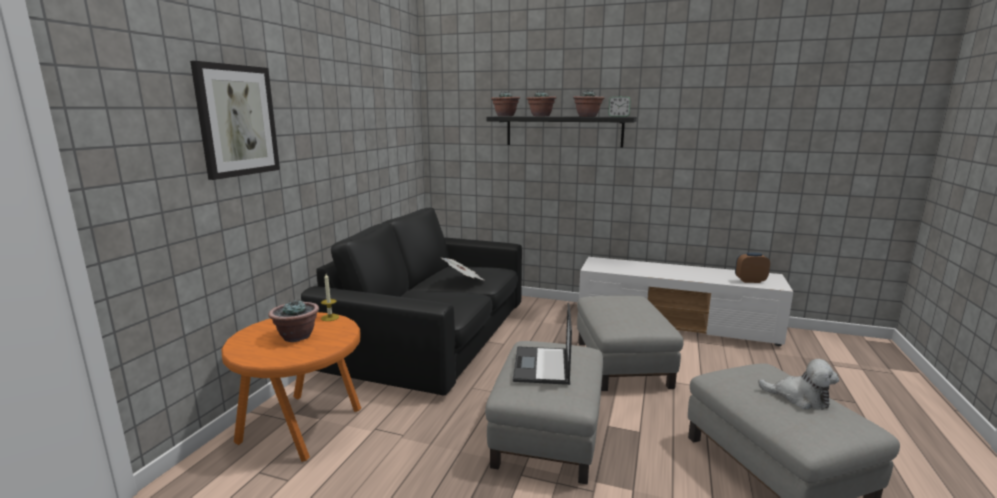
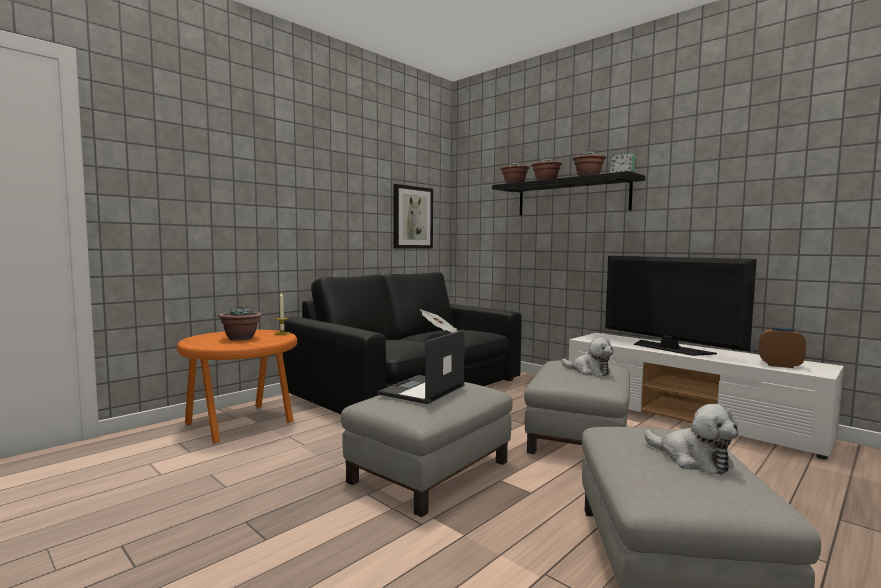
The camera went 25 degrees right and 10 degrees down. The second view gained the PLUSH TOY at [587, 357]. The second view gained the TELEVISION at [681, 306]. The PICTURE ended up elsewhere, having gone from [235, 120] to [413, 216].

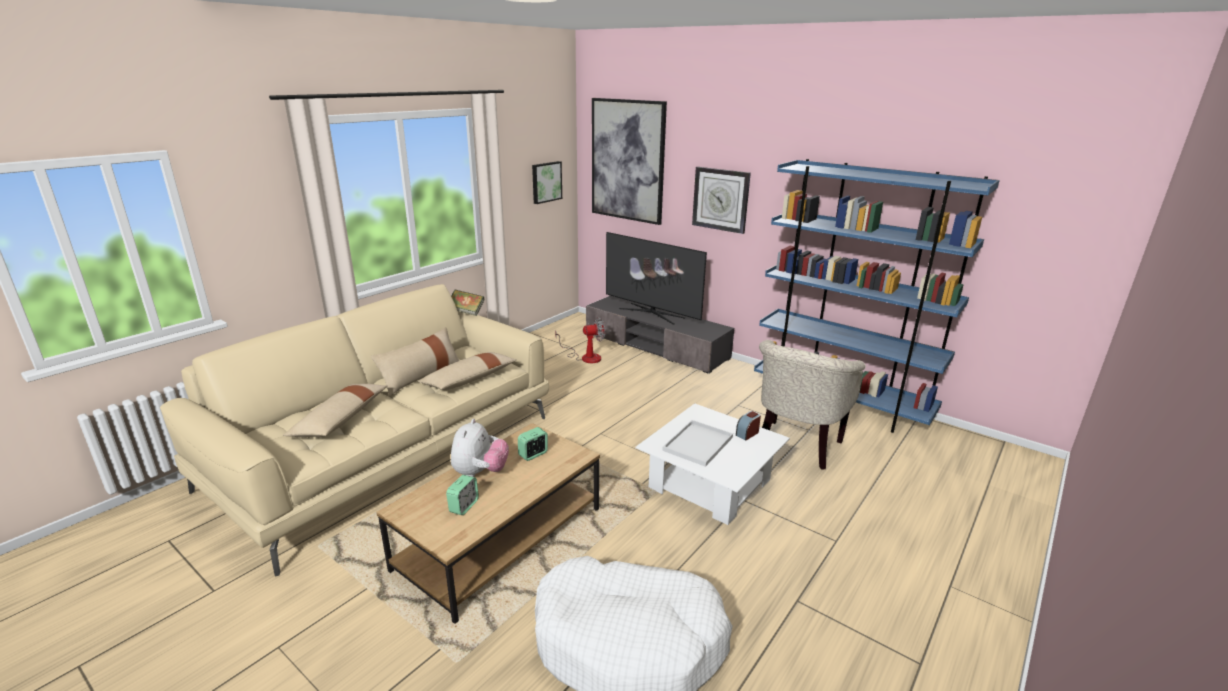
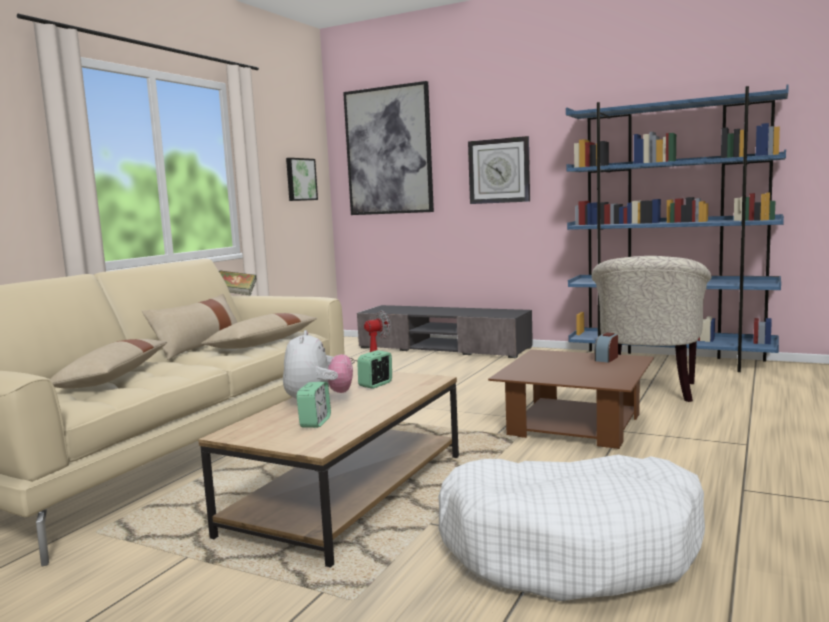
The camera went 10 degrees left and 15 degrees down. The second view lost the TELEVISION at [656, 278]. The second view lost the WHITE TRAY at [697, 443]. What was the WHITE COFFEE TABLE at [712, 464] turned into the BROWN COFFEE TABLE at [571, 399].

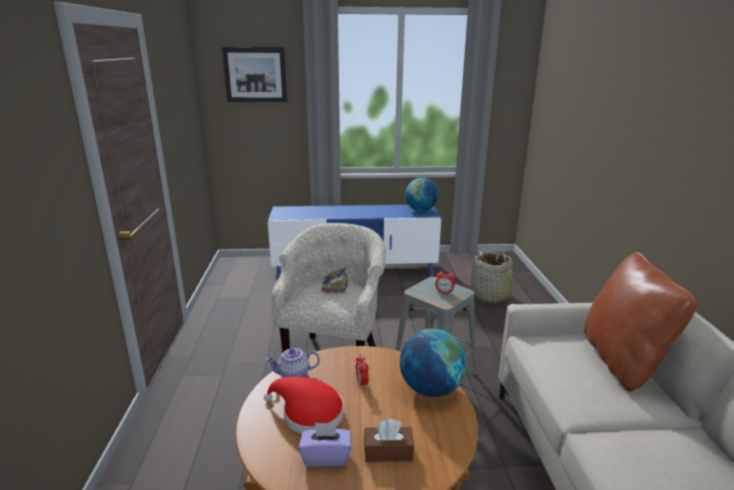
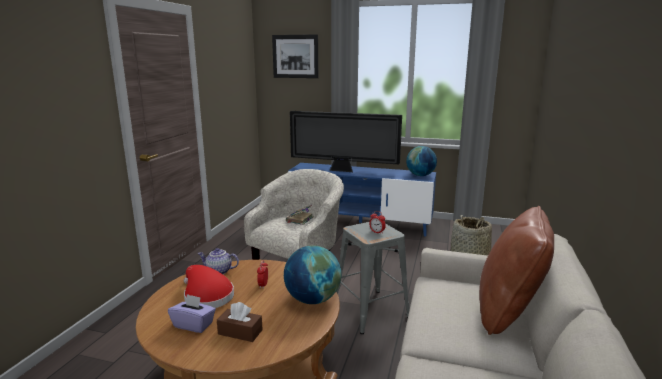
The camera went 20 degrees right and 5 degrees down. The second view gained the TELEVISION at [346, 141].

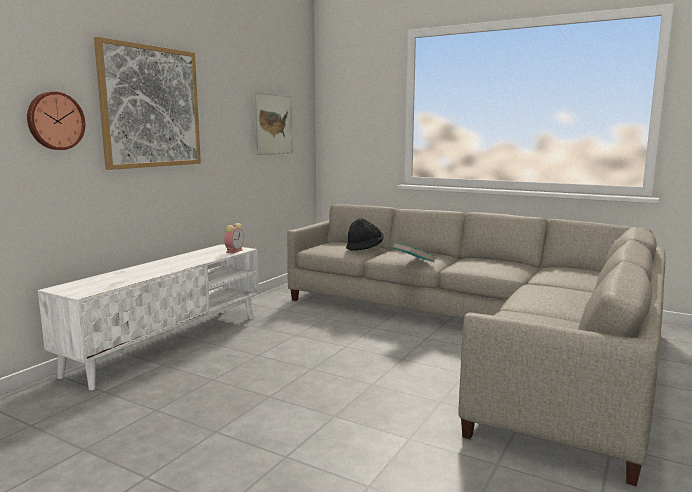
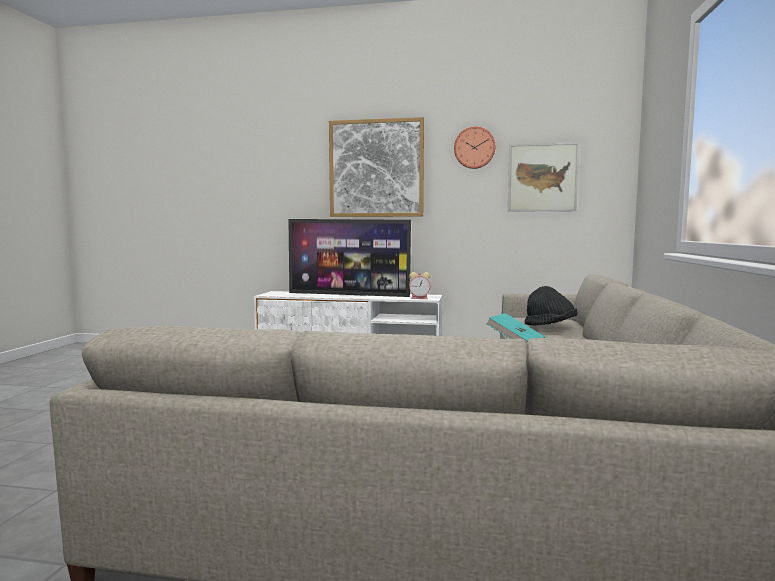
The camera went 70 degrees right and 5 degrees down. The second view gained the TELEVISION at [349, 258]. The WALL CLOCK ended up elsewhere, having gone from [56, 121] to [474, 147].

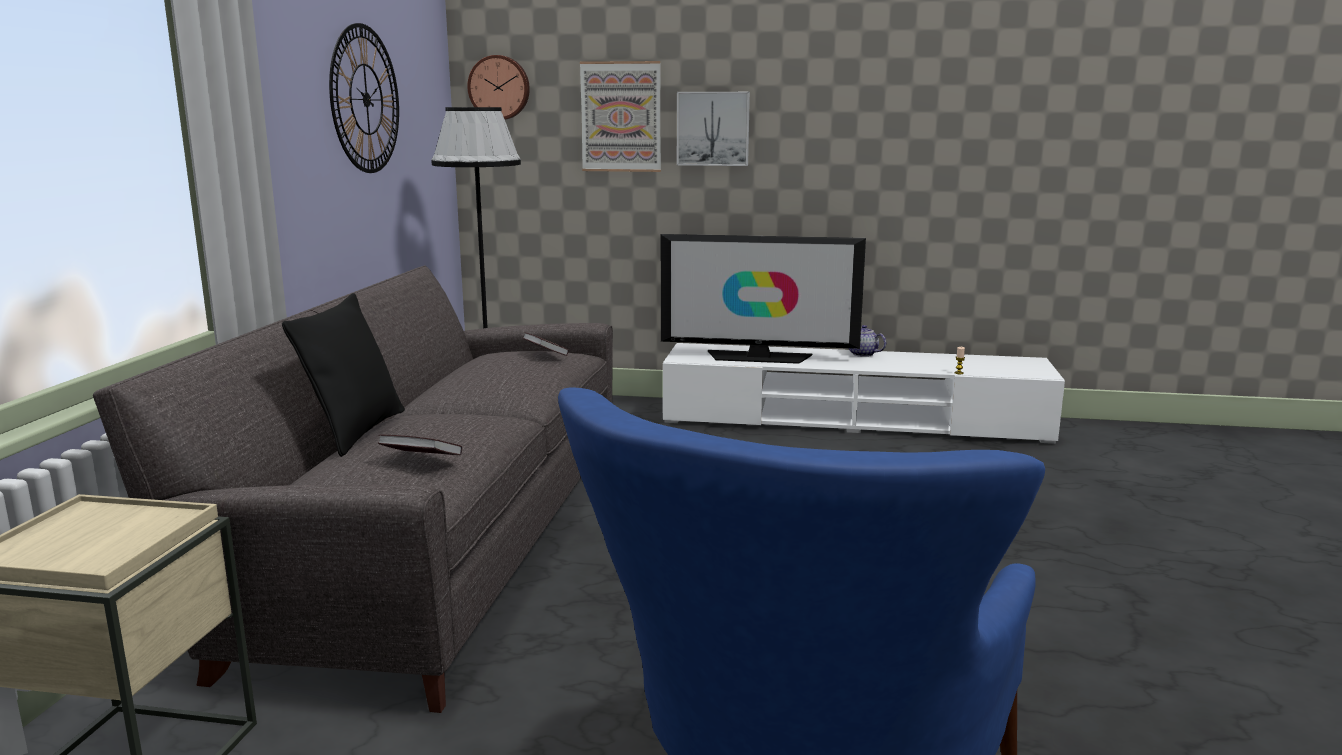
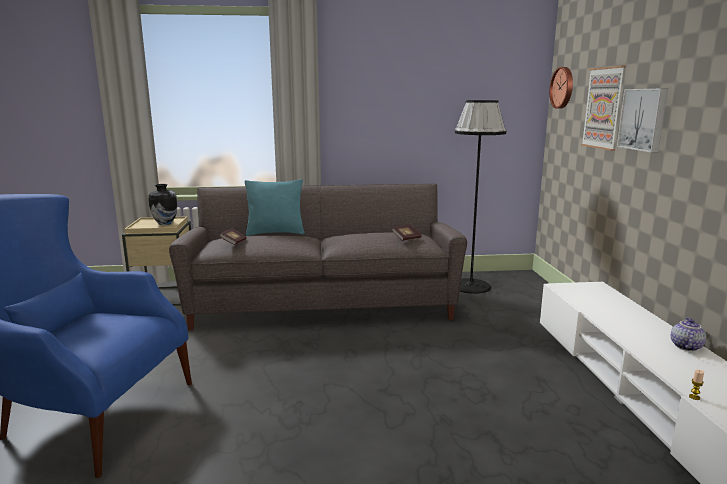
The camera went 75 degrees right and 0 degrees up. The second view lost the WALL CLOCK at [364, 98]. The second view lost the TELEVISION at [763, 299]. The second view gained the VASE at [163, 204]. What was the BLACK PILLOW at [343, 375] turned into the TURQUOISE PILLOW at [275, 207].

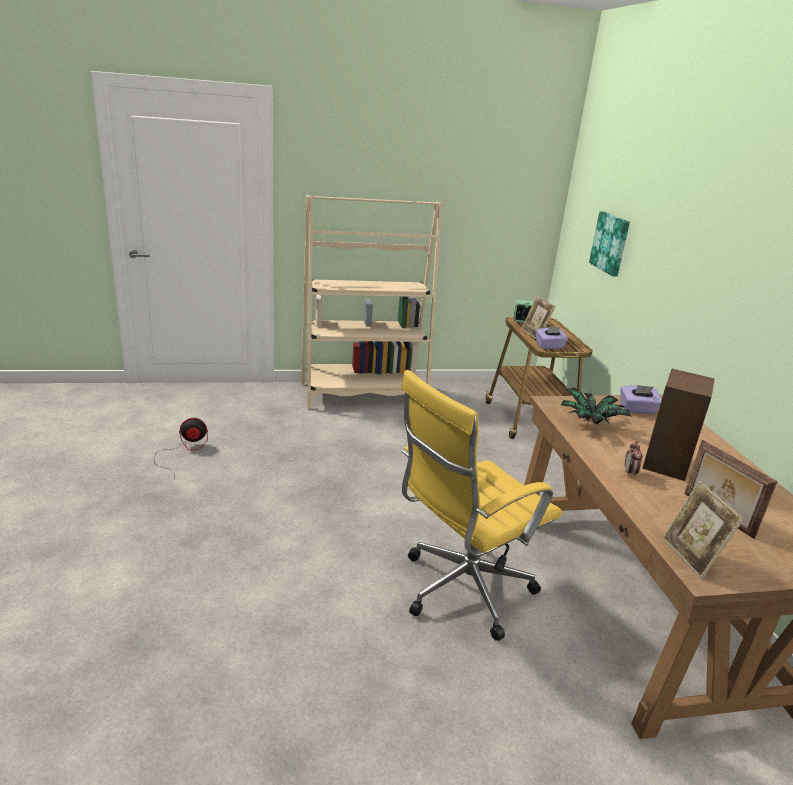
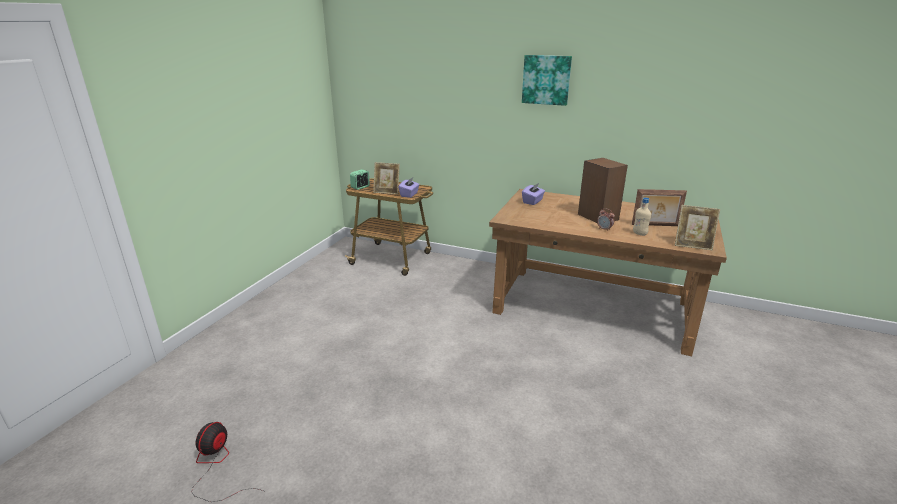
The camera went 55 degrees left and 0 degrees up. The second view lost the BEIGE BOOKCASE at [371, 302]. The second view lost the YELLOW OFFICE CHAIR at [481, 505]. The second view lost the POTTED PLANT at [595, 406]. The second view gained the BEIGE BOTTLE at [642, 217]. The PICTURE ended up elsewhere, having gone from [609, 244] to [547, 80].

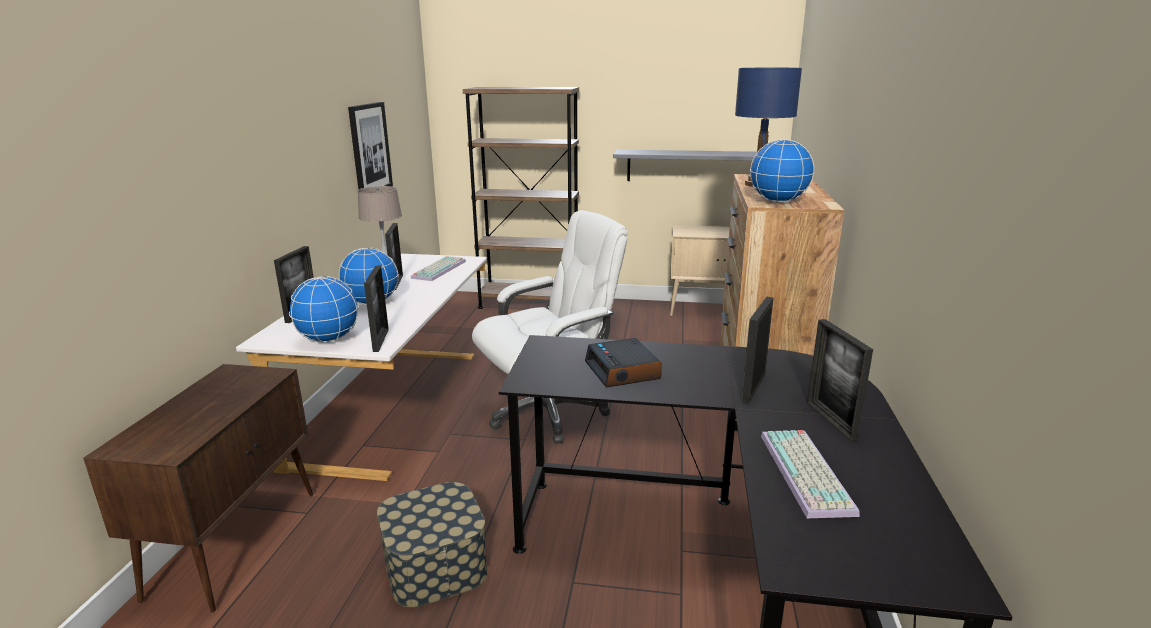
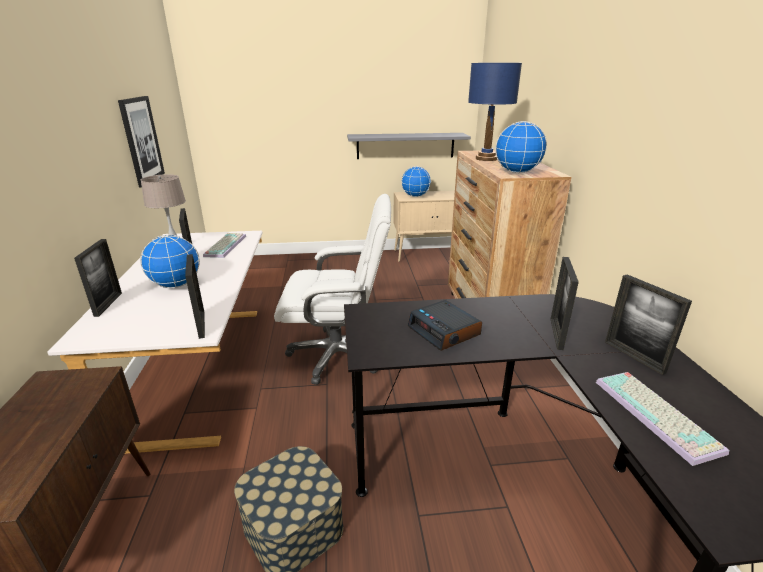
The camera went 15 degrees left and 5 degrees up. The second view lost the BROWN BOOKCASE at [521, 198]. The GLOBE ended up elsewhere, having gone from [324, 309] to [416, 181]. The WHITE OFFICE CHAIR at [550, 327] ended up facing another way, 45 degrees clockwise from before.

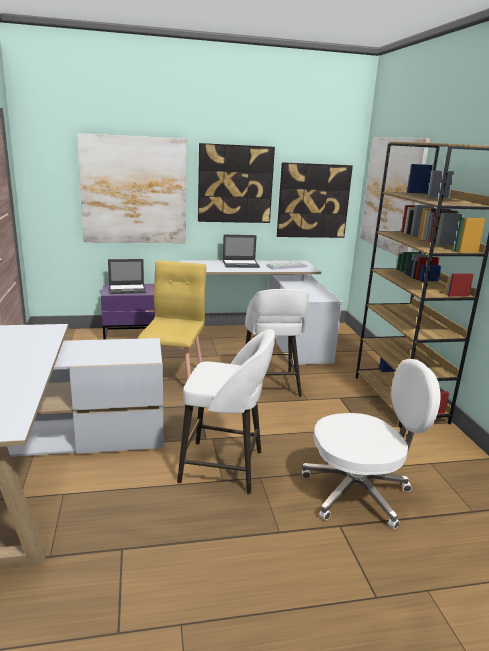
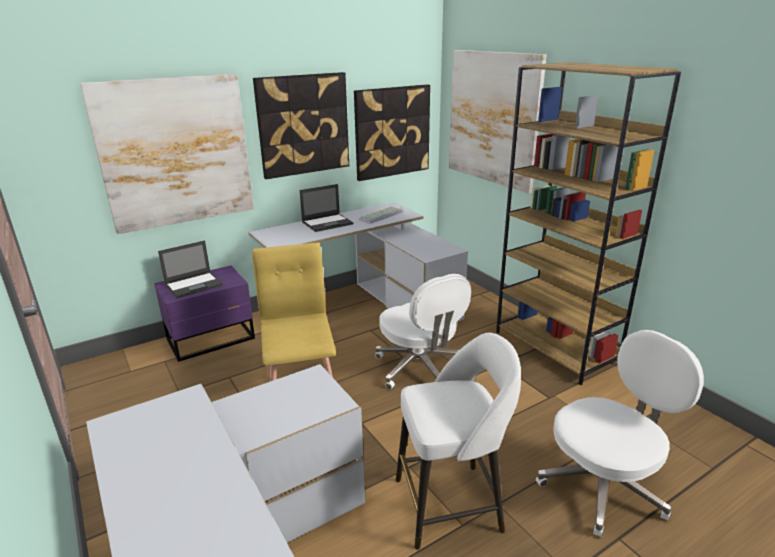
The camera went 20 degrees left and 5 degrees up. Where the WHITE STOOL stood at [277, 343], the WHITE OFFICE CHAIR came to stand at [423, 332].

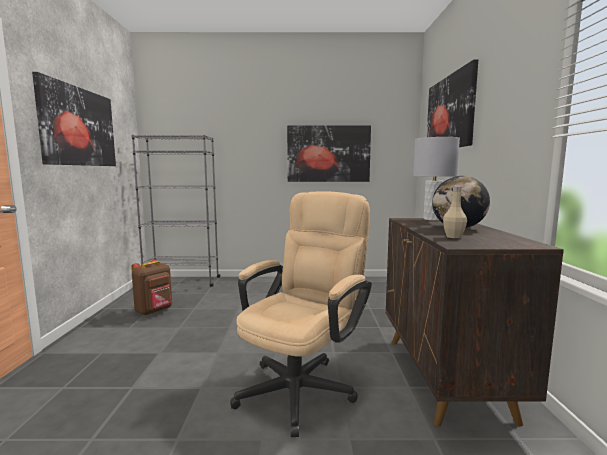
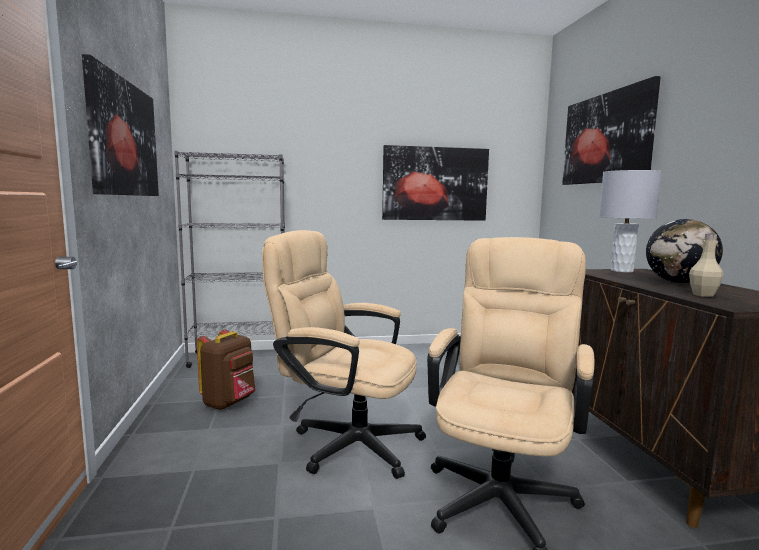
The camera went 10 degrees left and 0 degrees up. The second view gained the BEIGE OFFICE CHAIR at [344, 354].

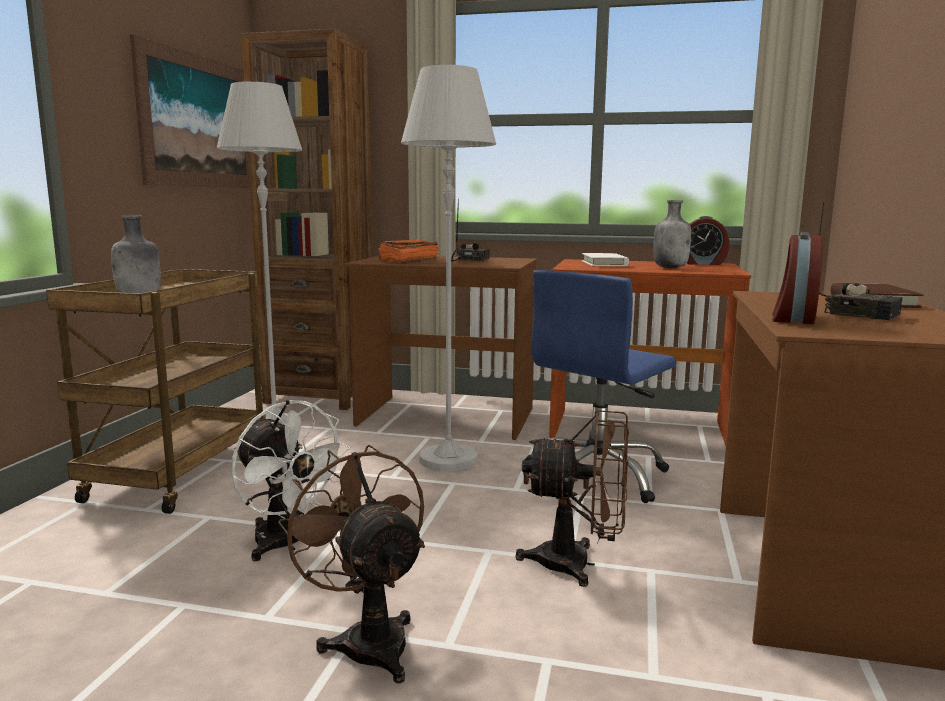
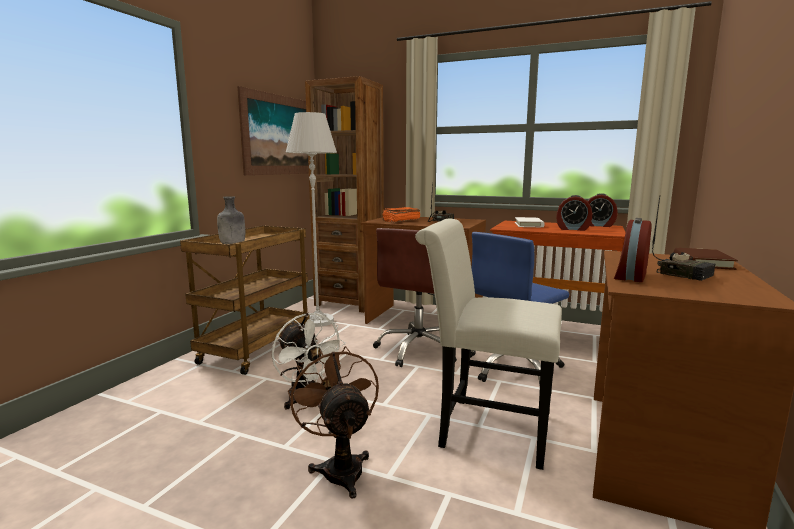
The camera went 10 degrees right and 0 degrees up. Where the WHITE FLOOR LAMP stood at [448, 268], the BROWN OFFICE CHAIR came to stand at [415, 297]. Where the BROWN FAN stood at [572, 498], the WHITE CHAIR came to stand at [488, 344]. Where the GREY BOTTLE stood at [672, 234], the ALARM CLOCK came to stand at [574, 213].

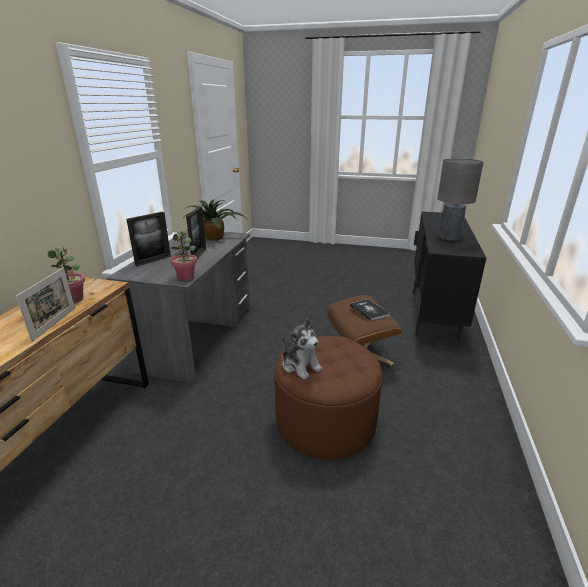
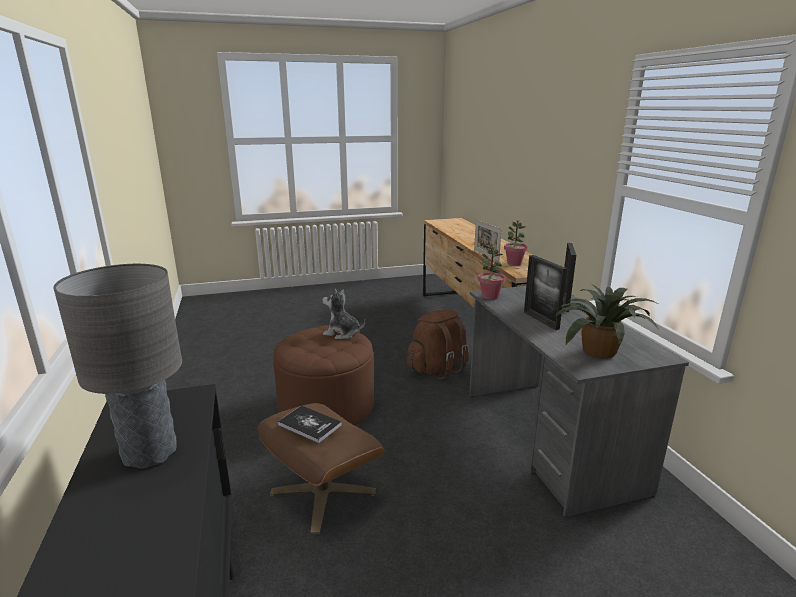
The camera went 150 degrees right and 5 degrees down. The second view gained the BROWN BACKPACK at [438, 344].

